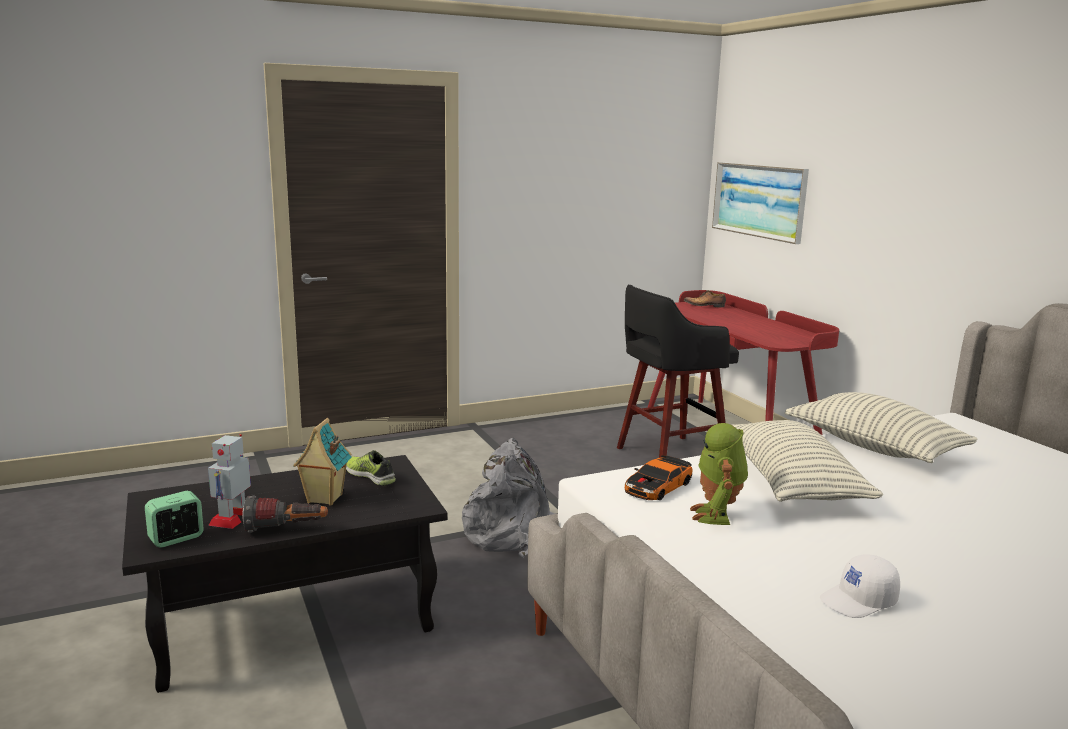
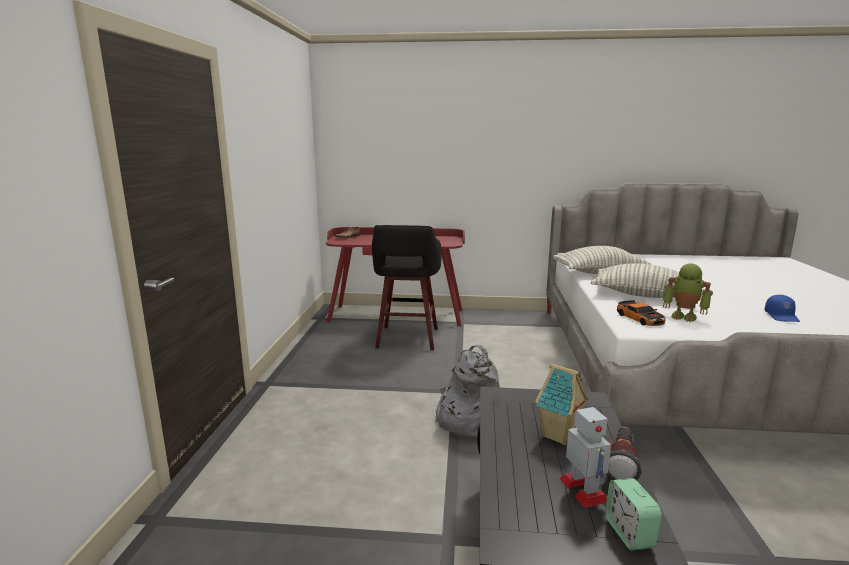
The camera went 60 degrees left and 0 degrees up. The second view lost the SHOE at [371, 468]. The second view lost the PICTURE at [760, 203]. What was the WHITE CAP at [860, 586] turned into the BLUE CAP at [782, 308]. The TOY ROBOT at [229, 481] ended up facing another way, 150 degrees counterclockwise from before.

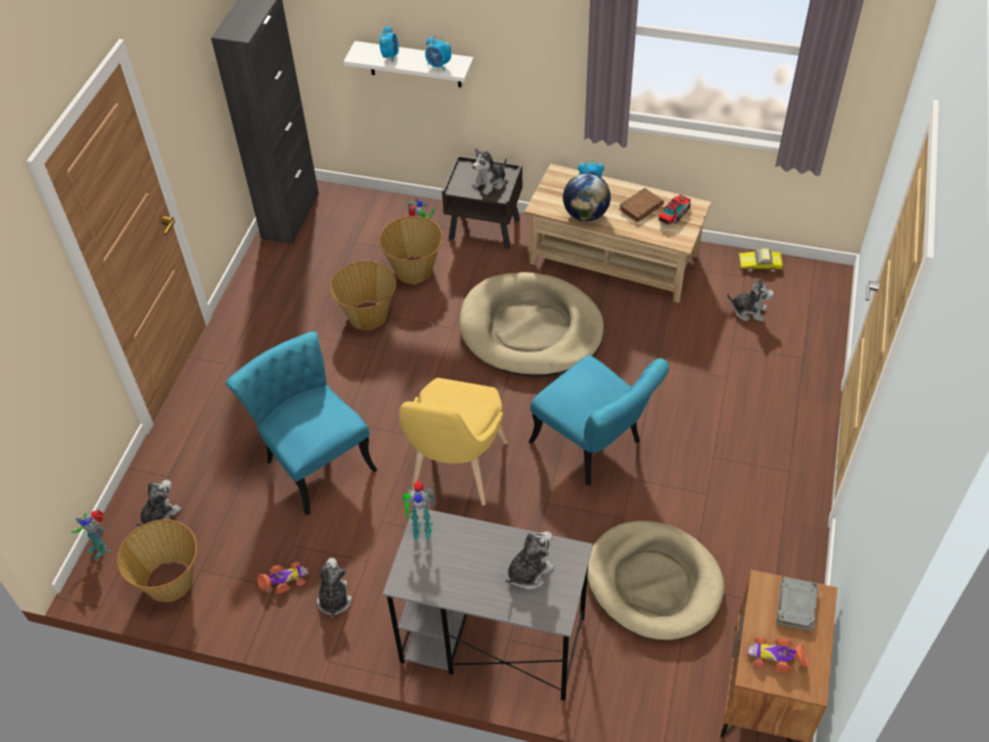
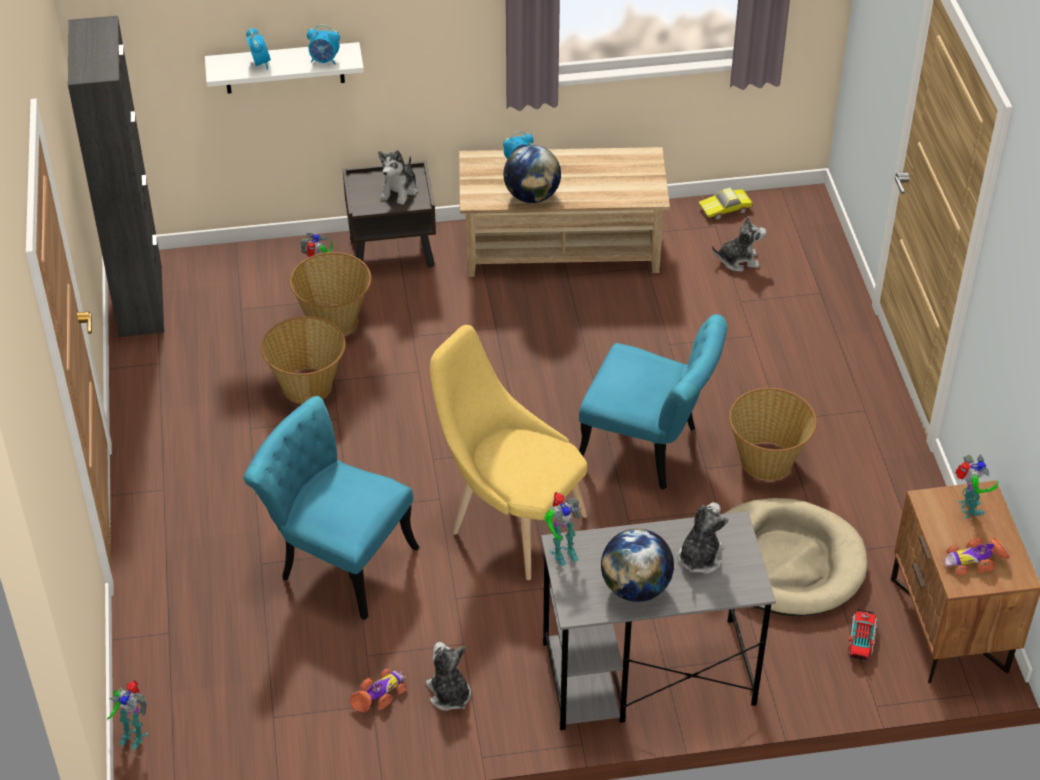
The camera went 25 degrees left and 5 degrees down. The second view lost the PLUSH TOY at [158, 503]. The second view lost the BEIGE DOG BED at [531, 324]. The second view lost the BROWN BOOK at [641, 205]. The second view gained the GLOBE at [637, 565]. The BASKET ended up elsewhere, having gone from [157, 560] to [773, 434]. The TOY TRUCK ended up elsewhere, having gone from [674, 210] to [862, 634]. Where the GREY BOOK stood at [797, 604], the TOY ROBOT came to stand at [976, 487]. The YELLOW CHAIR at [453, 442] ended up facing another way, 135 degrees clockwise from before.

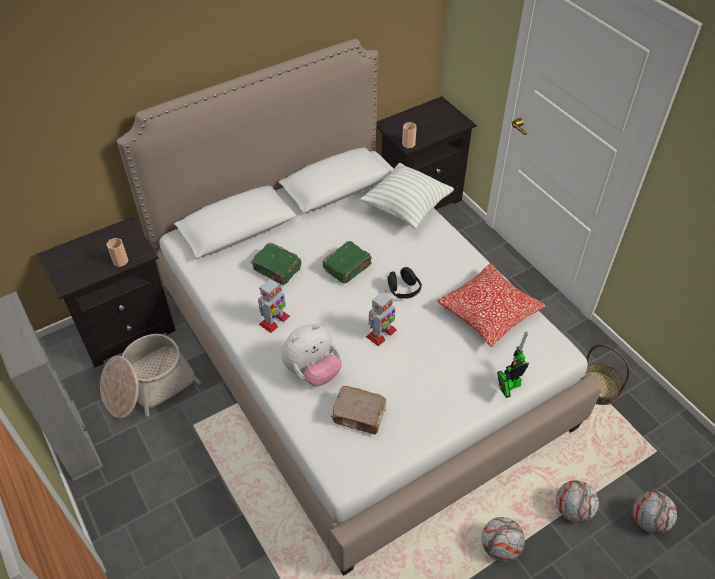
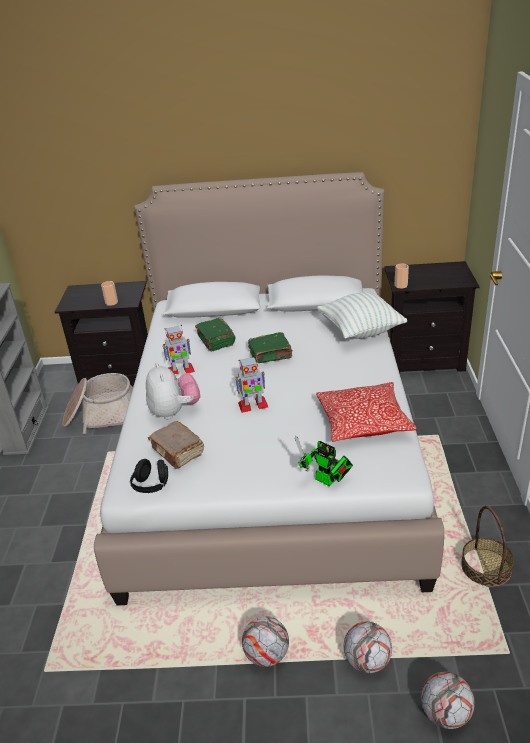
The camera went 35 degrees right and 15 degrees down. The BLACK HEADPHONES ended up elsewhere, having gone from [404, 283] to [149, 476]. The PLUSH TOY at [311, 355] ended up facing another way, 105 degrees counterclockwise from before. The TOY ROBOT at [513, 365] ended up facing another way, 150 degrees counterclockwise from before.

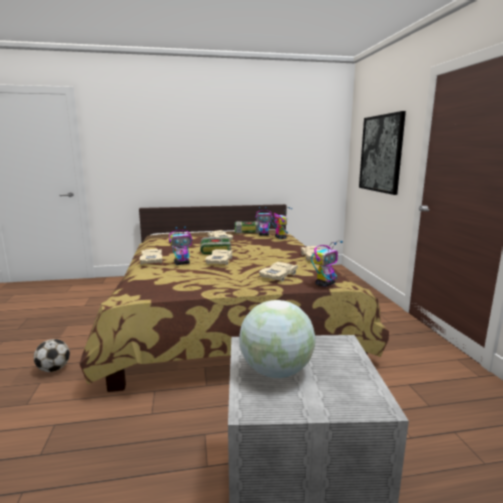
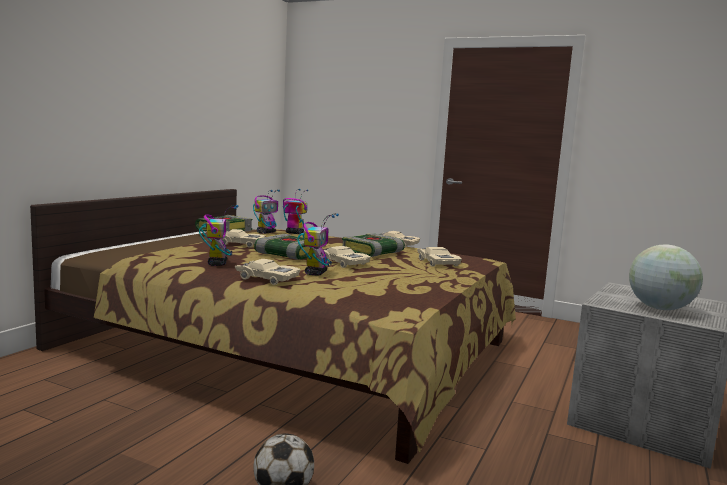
The camera went 55 degrees left and 5 degrees down. The second view lost the PICTURE at [382, 153]. The second view gained the BOOK at [373, 245]. The TOY ROBOT ended up elsewhere, having gone from [327, 264] to [218, 235].

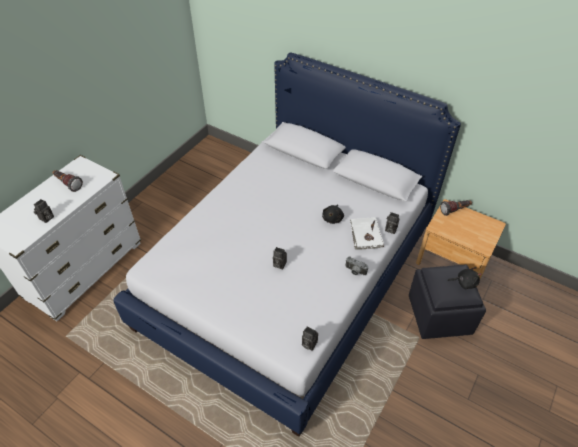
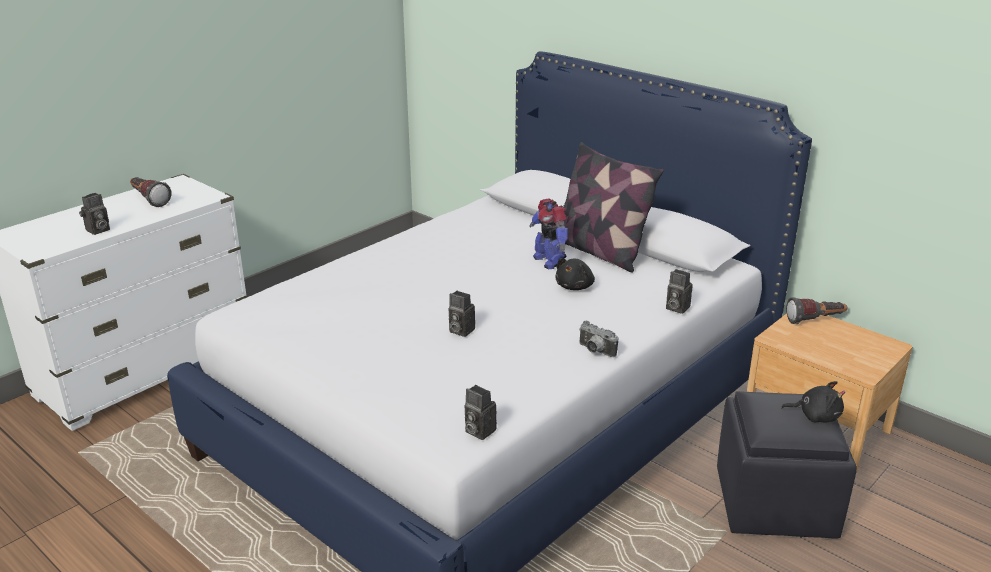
The camera went 10 degrees right and 20 degrees down. The second view lost the WHITE BOOK at [367, 233]. The second view gained the TOY ROBOT at [549, 233]. The second view gained the PILLOW at [613, 207].

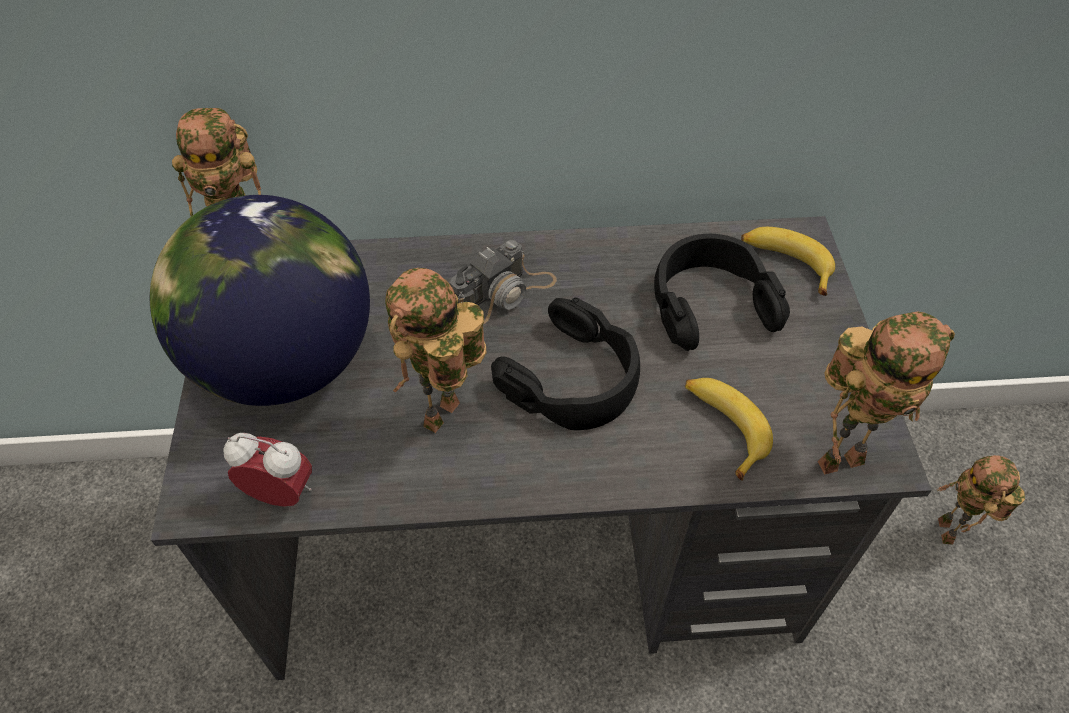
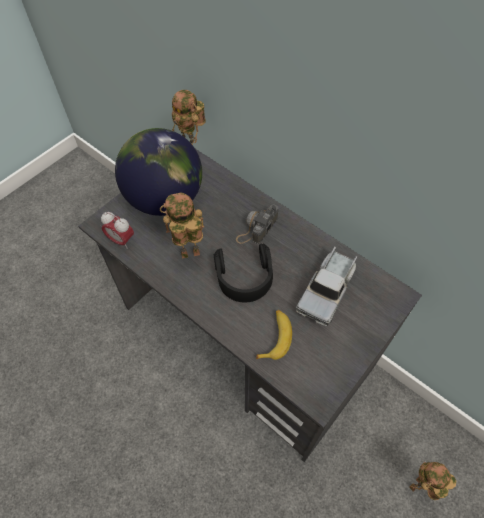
The camera went 45 degrees right and 5 degrees up. The second view lost the BANANA at [788, 261]. The second view lost the TOY ROBOT at [886, 393]. Where the BLACK HEADPHONES stood at [722, 292], the TOY TRUCK came to stand at [327, 286]. The ALARM CLOCK at [268, 470] ended up facing another way, 150 degrees clockwise from before. The PHOTO CAMERA at [503, 282] ended up facing another way, 120 degrees clockwise from before.

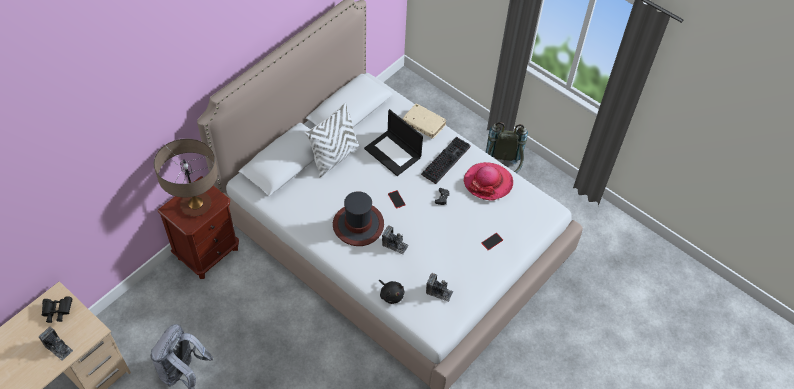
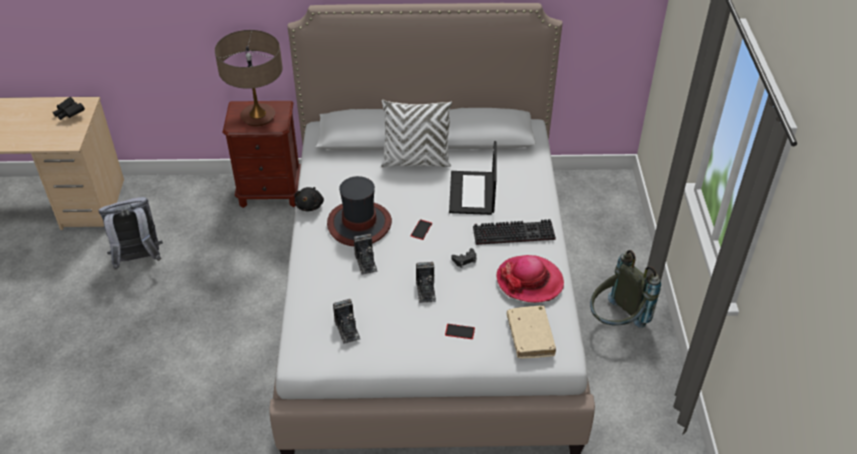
The camera went 50 degrees right and 10 degrees down. The PHOTO CAMERA ended up elsewhere, having gone from [56, 344] to [426, 282]. The BLACK PLUSH TOY ended up elsewhere, having gone from [391, 292] to [309, 199]. The BEIGE BOOK ended up elsewhere, having gone from [424, 121] to [531, 331].

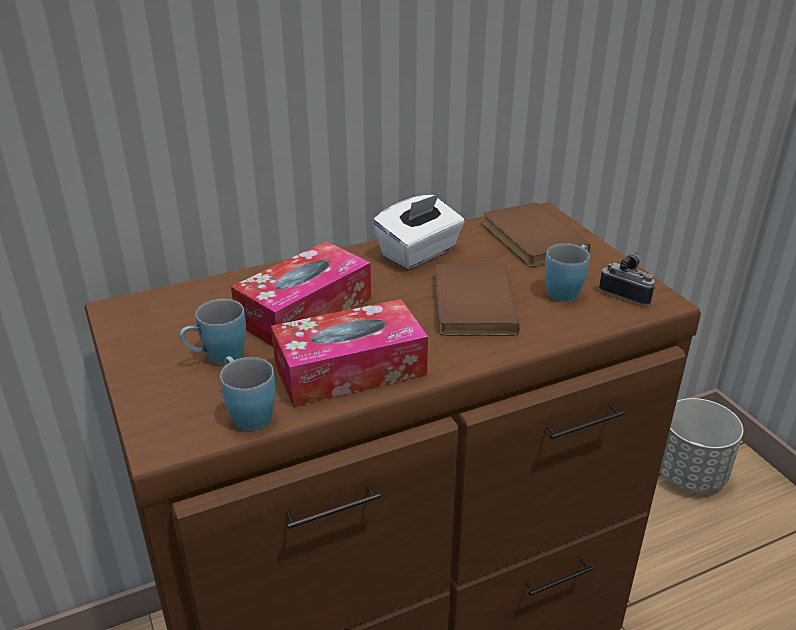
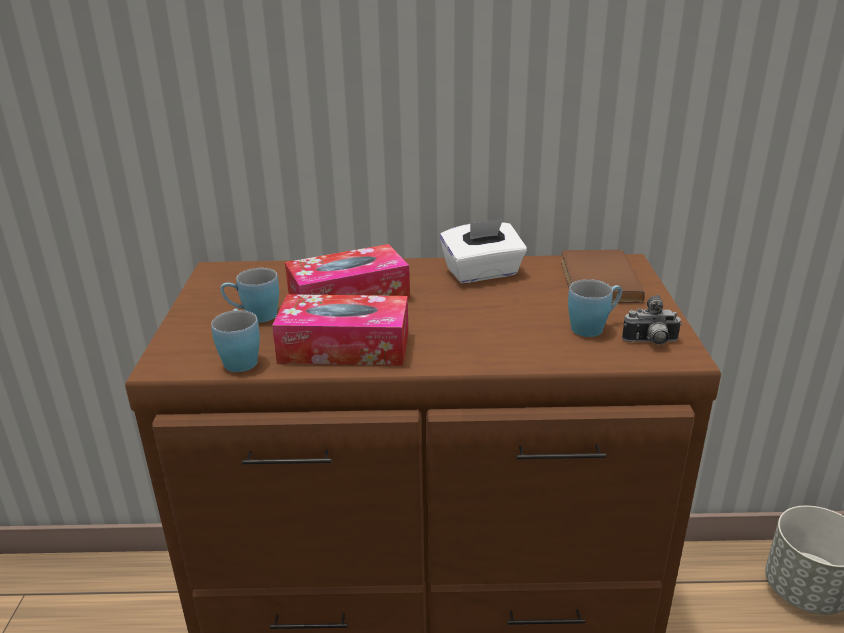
The camera went 25 degrees right and 5 degrees down. The second view lost the BROWN BOOK at [477, 299]. The PHOTO CAMERA at [627, 279] ended up facing another way, 120 degrees clockwise from before.

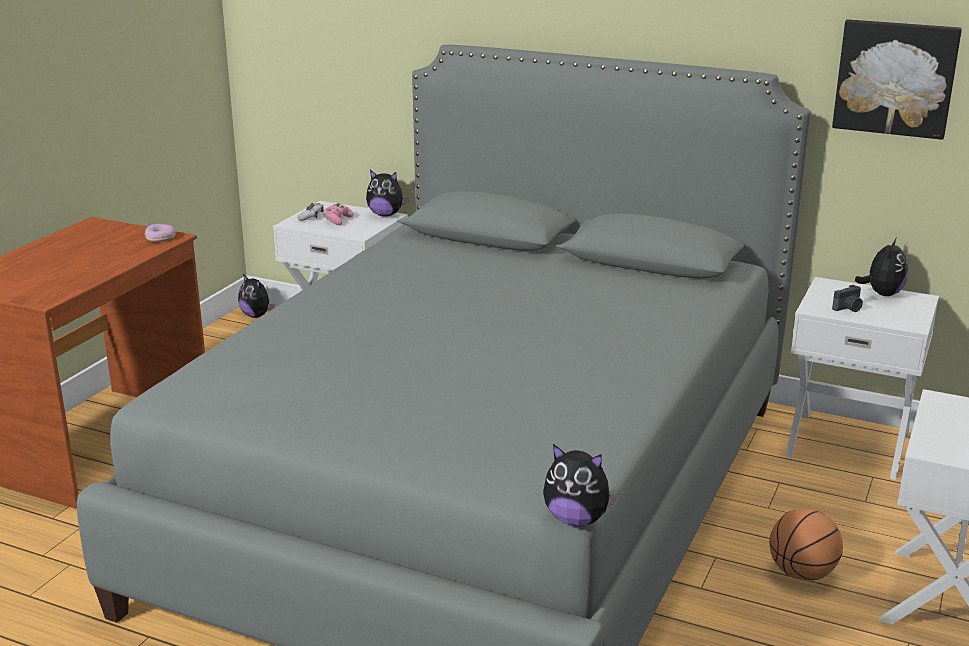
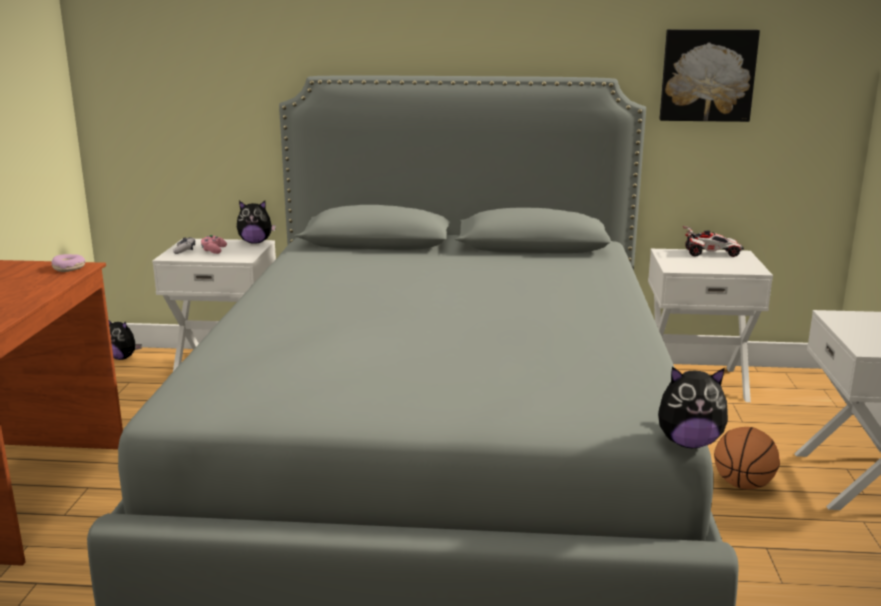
The camera went 20 degrees left and 5 degrees down. The second view lost the PHOTO CAMERA at [847, 298]. Where the PLUSH TOY stood at [881, 266], the TOY CAR came to stand at [713, 241].

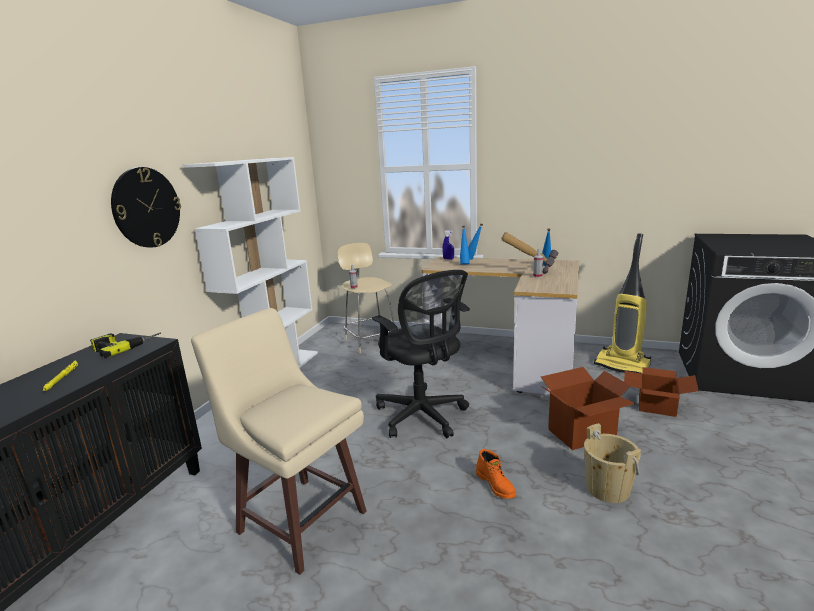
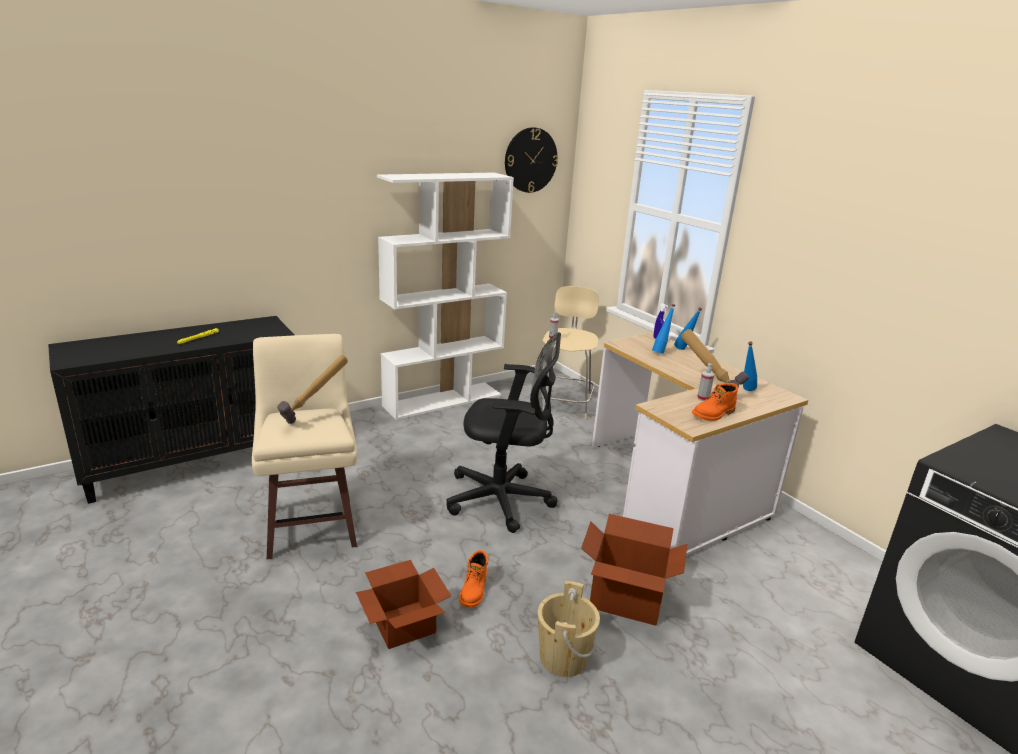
The camera went 35 degrees right and 5 degrees up. The second view lost the POWER DRILL at [125, 345]. The second view lost the VACUUM CLEANER at [622, 303]. The second view gained the HAMMER at [312, 389]. The second view gained the ORANGE BOOT at [715, 402]. The WALL CLOCK ended up elsewhere, having gone from [146, 207] to [531, 160]. The CARDBOARD BOX ended up elsewhere, having gone from [661, 392] to [403, 604]. The BLACK OFFICE CHAIR at [421, 354] ended up facing another way, 90 degrees counterclockwise from before.

